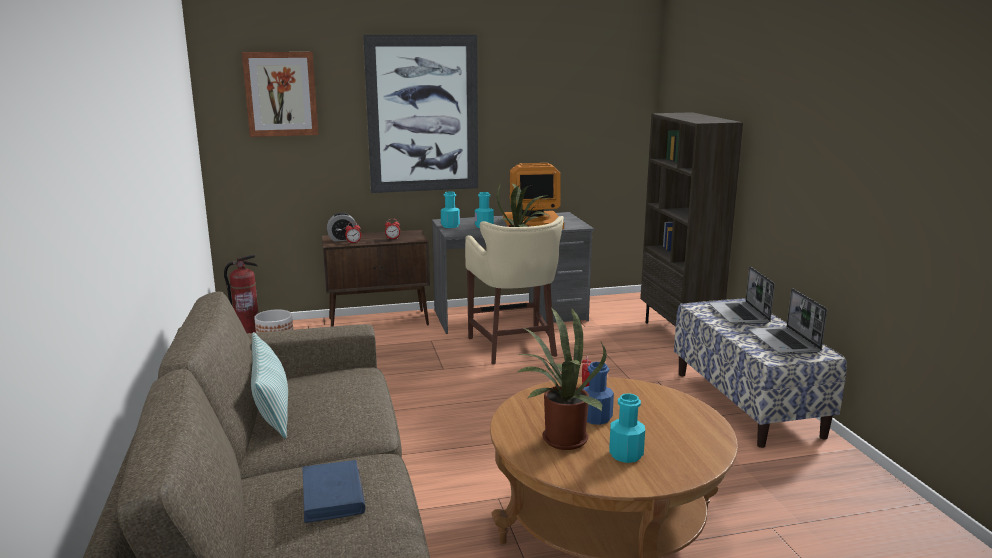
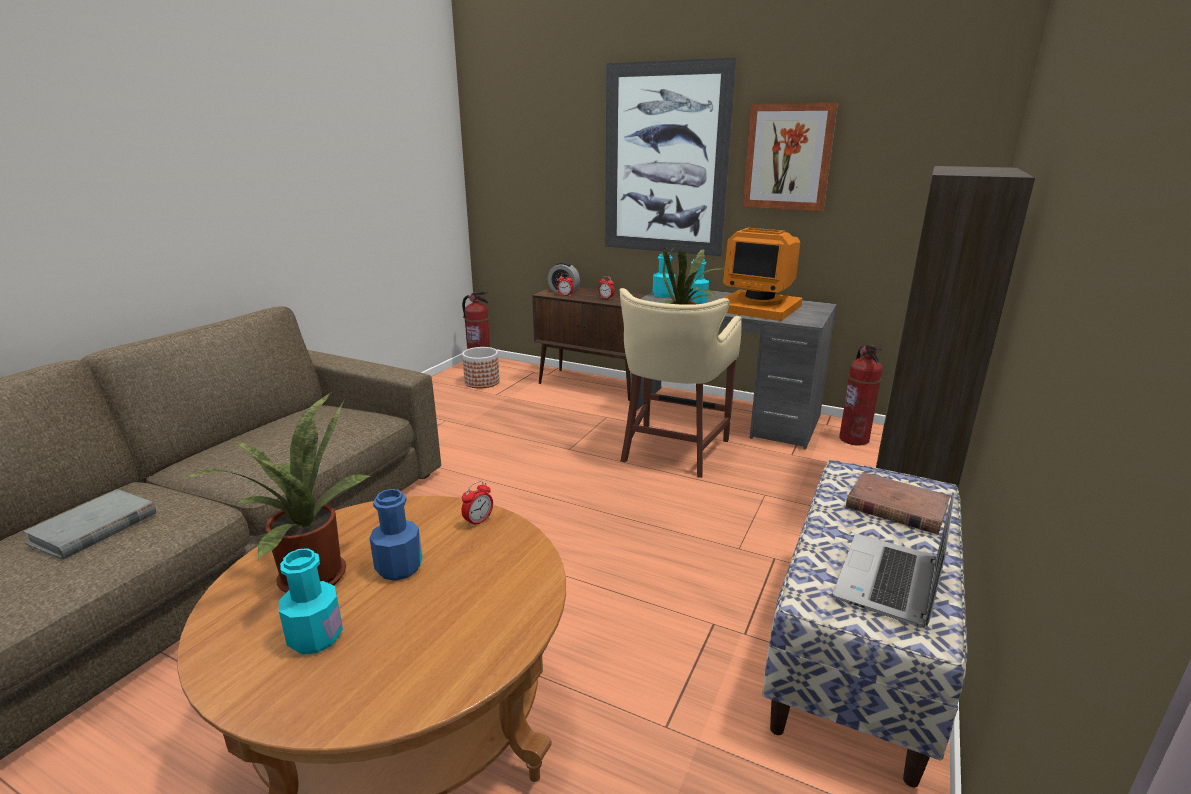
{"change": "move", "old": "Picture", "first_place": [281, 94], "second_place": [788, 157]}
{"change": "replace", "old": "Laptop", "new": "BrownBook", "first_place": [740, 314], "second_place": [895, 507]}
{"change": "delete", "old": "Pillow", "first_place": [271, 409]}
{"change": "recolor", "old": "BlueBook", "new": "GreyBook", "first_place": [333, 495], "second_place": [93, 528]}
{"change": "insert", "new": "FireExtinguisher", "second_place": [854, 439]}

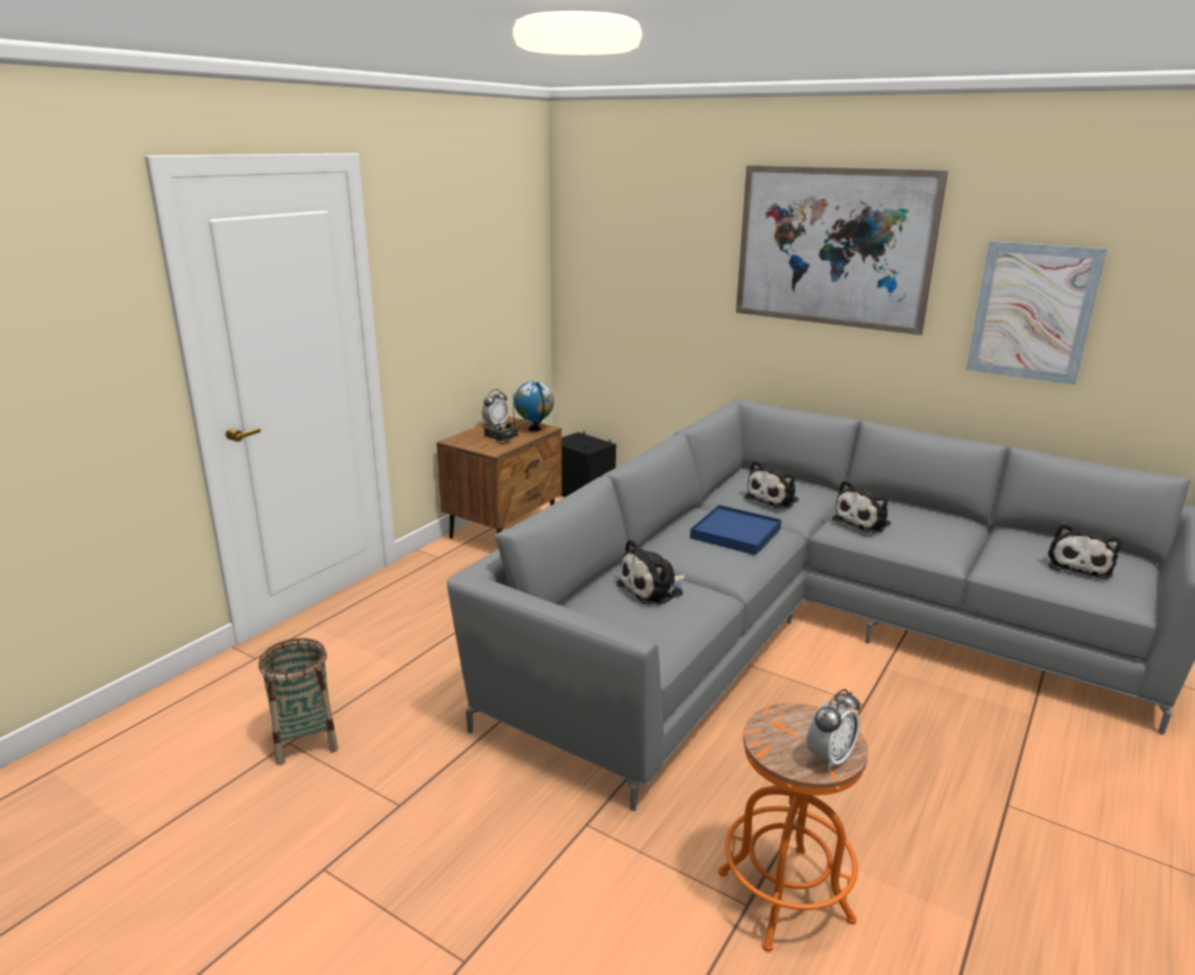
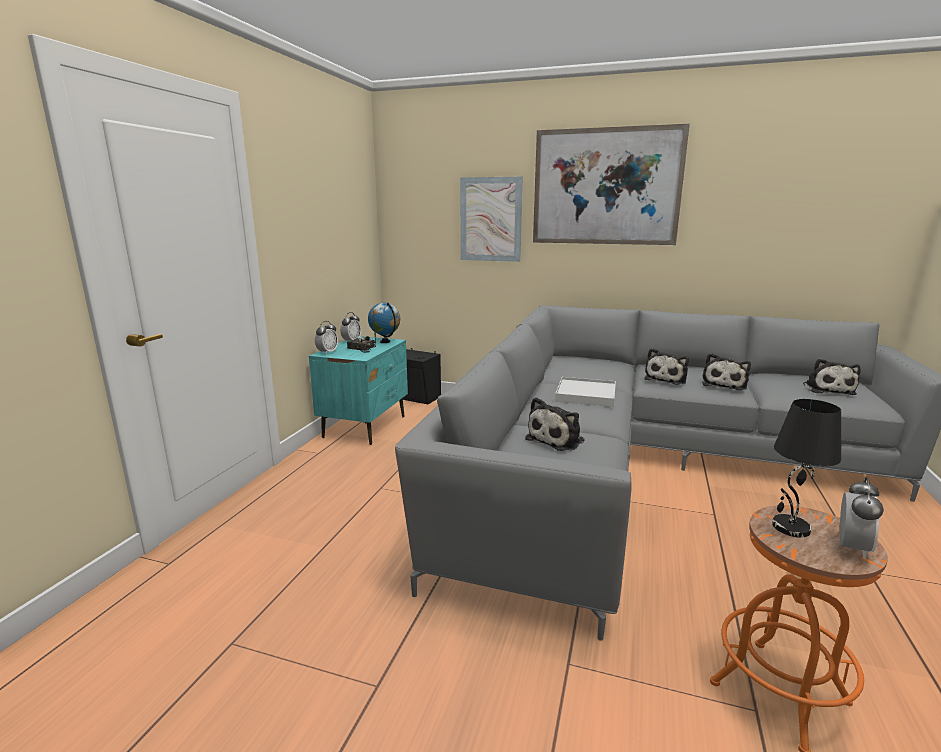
{"change": "move", "old": "Picture", "first_place": [1032, 312], "second_place": [490, 219]}
{"change": "recolor", "old": "BrownNightstand", "new": "TurquoiseNightstand", "first_place": [505, 529], "second_place": [366, 426]}
{"change": "move", "old": "PlushToy", "first_place": [774, 499], "second_place": [724, 384]}
{"change": "recolor", "old": "BlueTray", "new": "WhiteTray", "first_place": [736, 533], "second_place": [586, 395]}
{"change": "delete", "old": "Basket", "first_place": [305, 740]}
{"change": "insert", "new": "AlarmClock", "second_place": [327, 352]}
{"change": "insert", "new": "BlackTableLamp", "second_place": [790, 528]}

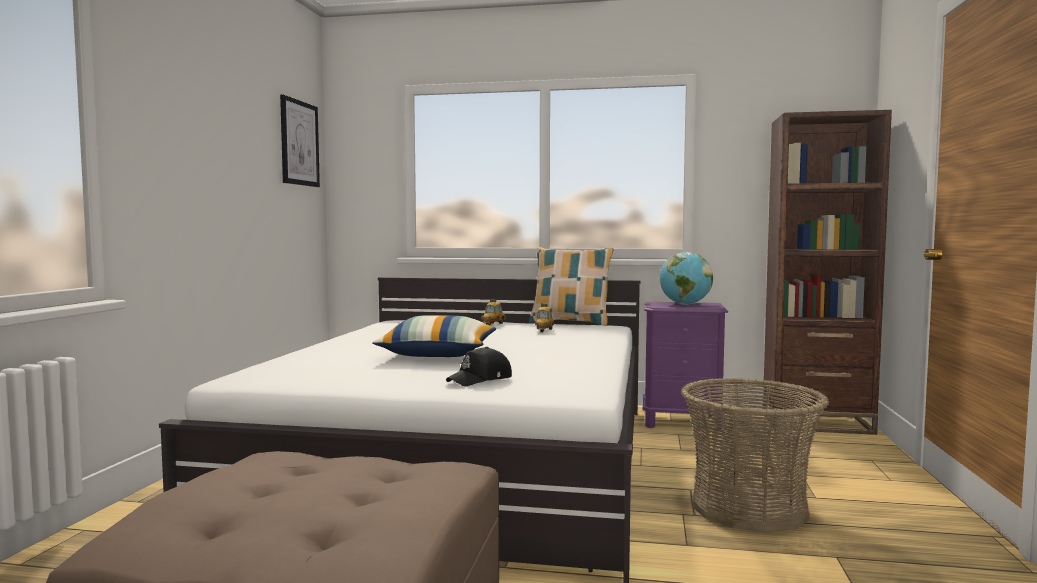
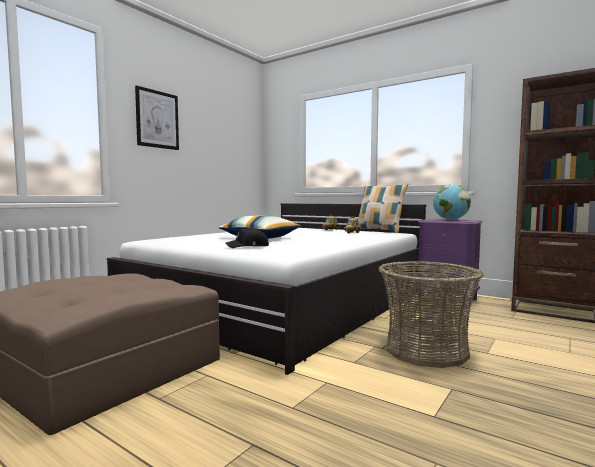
{"change": "move", "old": "Picture", "first_place": [299, 143], "second_place": [157, 119]}

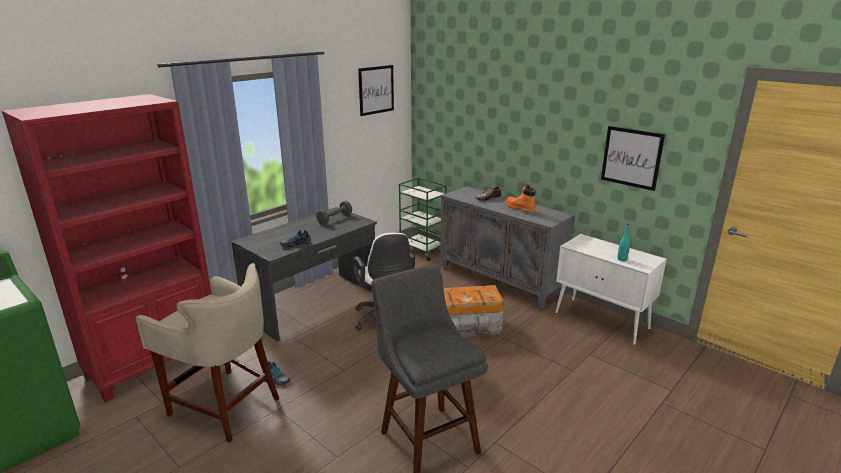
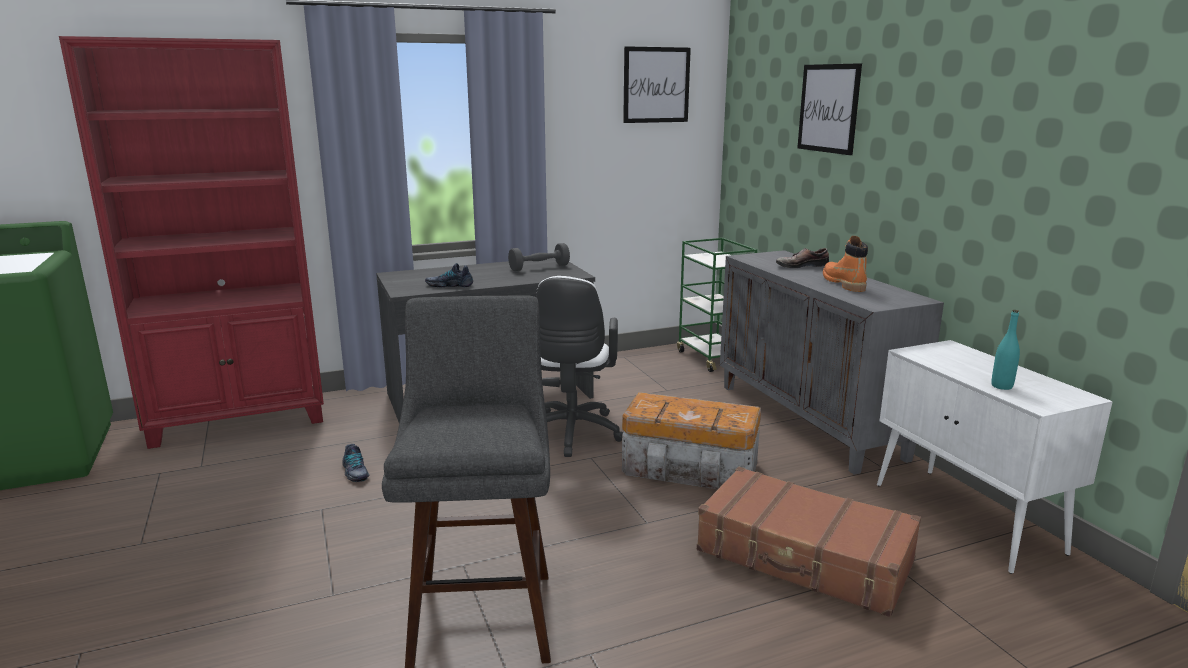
{"change": "move", "old": "Picture", "first_place": [631, 157], "second_place": [828, 108]}
{"change": "delete", "old": "BeigeStool", "first_place": [225, 405]}
{"change": "insert", "new": "BrownSuitcase", "second_place": [804, 557]}

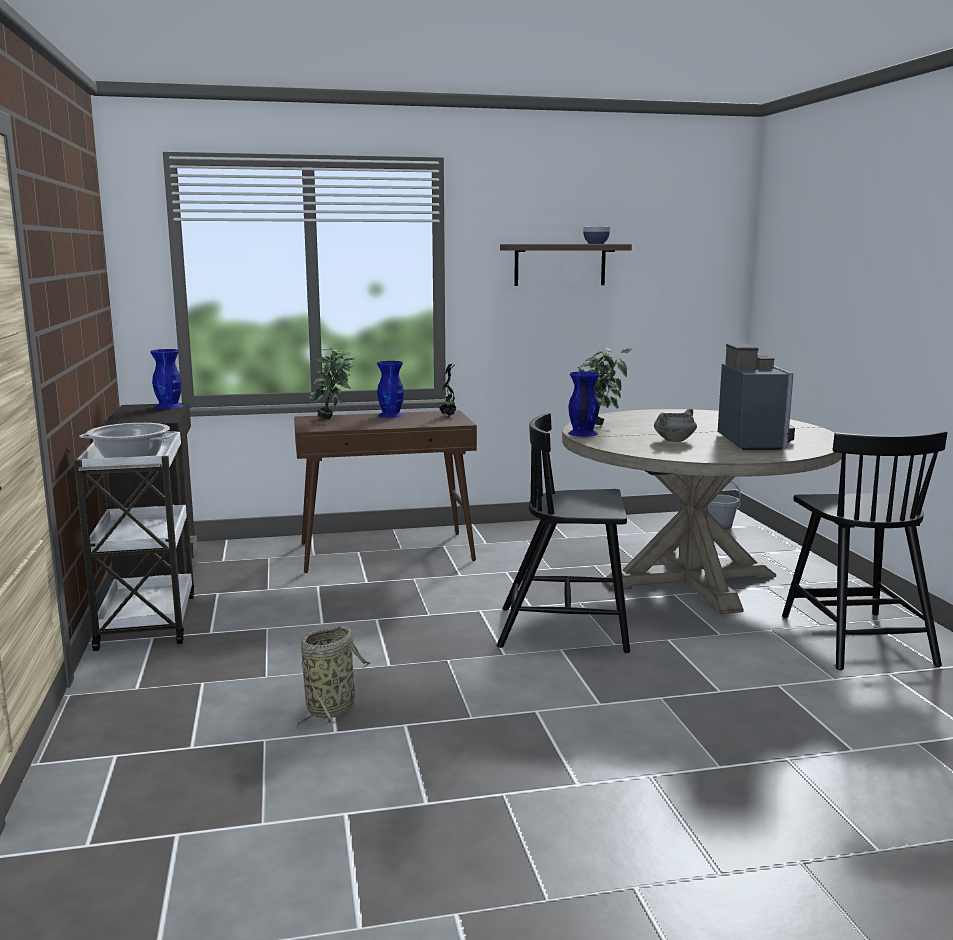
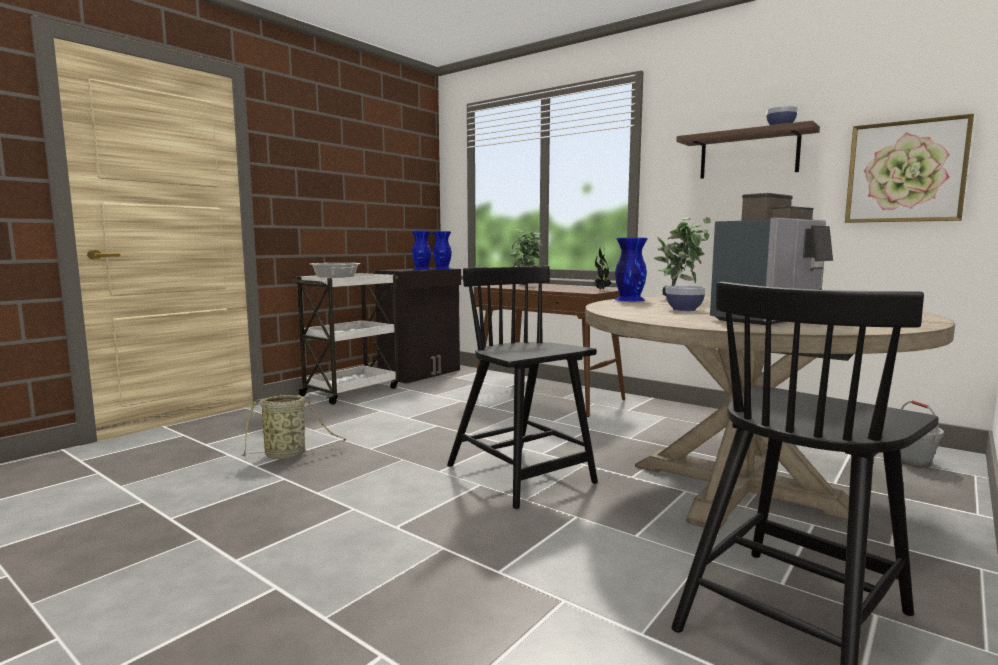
{"change": "move", "old": "BlueVase", "first_place": [391, 415], "second_place": [422, 269]}
{"change": "replace", "old": "GreyCookingPot", "new": "Bowl", "first_place": [674, 441], "second_place": [684, 309]}
{"change": "insert", "new": "Picture", "second_place": [905, 172]}

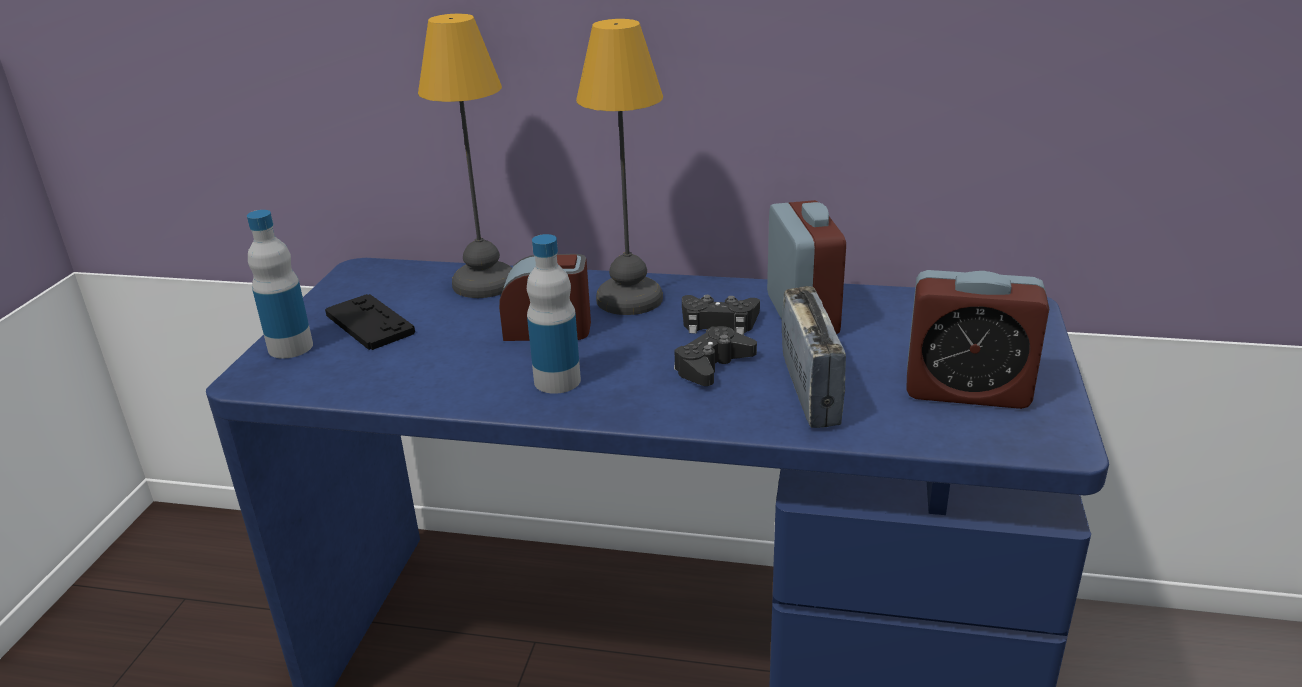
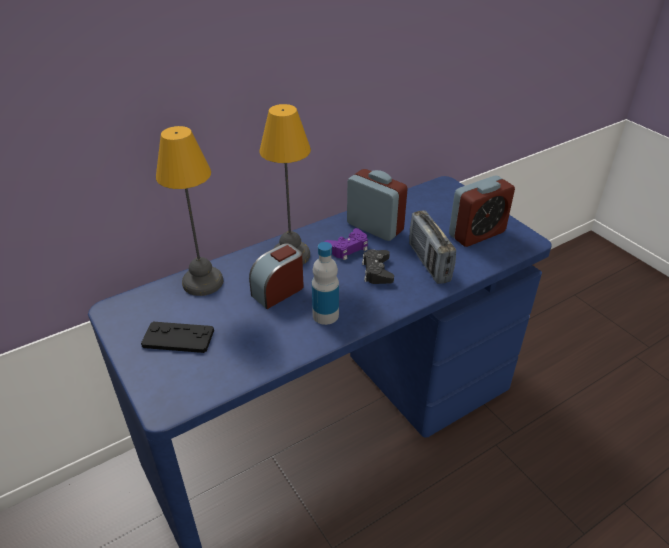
{"change": "delete", "old": "Bottle", "first_place": [290, 347]}
{"change": "rotate", "old": "Radio", "first_place": [810, 391], "second_place": [428, 263], "degrees": -150}
{"change": "recolor", "old": "BlackGameController", "new": "PurpleGameController", "first_place": [718, 322], "second_place": [348, 248]}

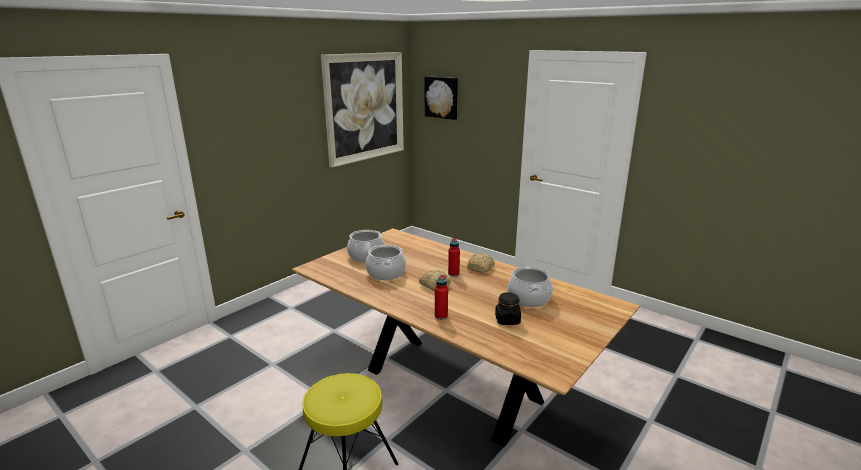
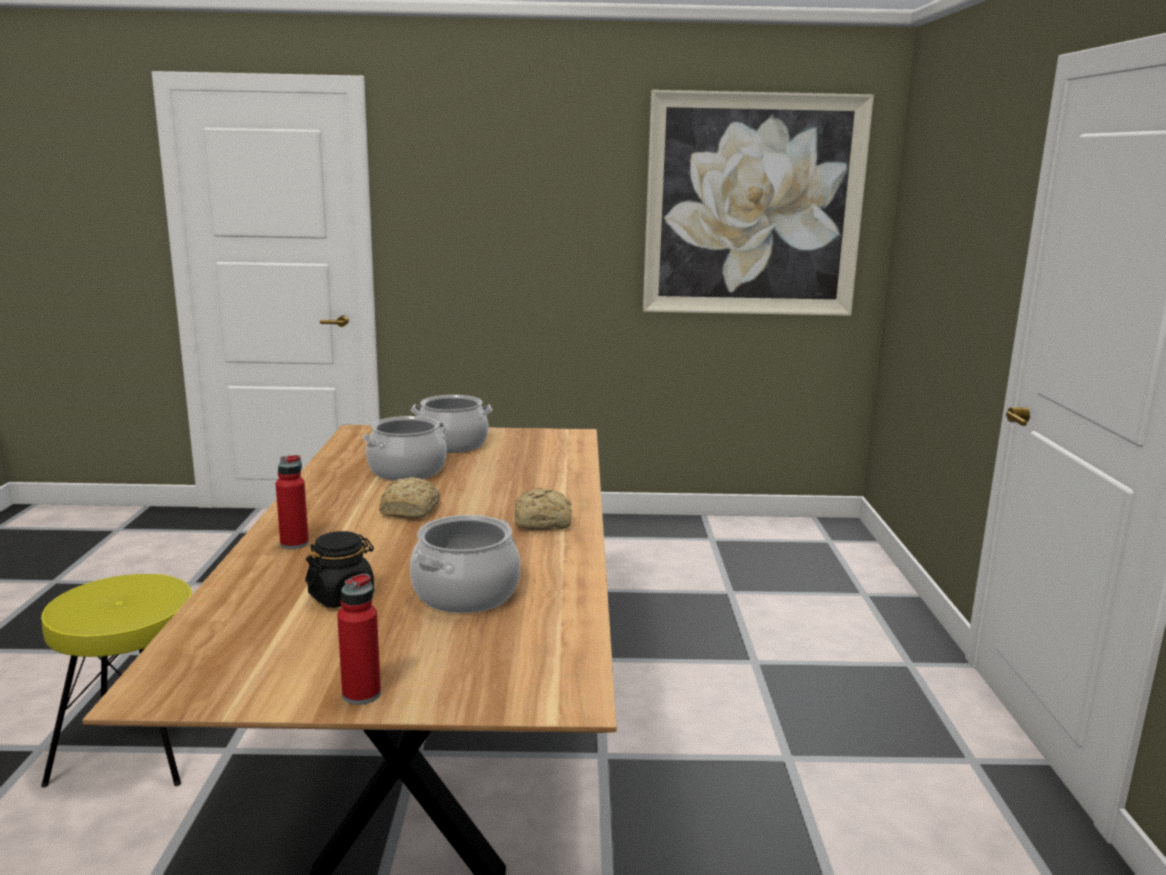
{"change": "delete", "old": "Picture", "first_place": [442, 97]}
{"change": "move", "old": "RedBottle", "first_place": [453, 274], "second_place": [361, 694]}

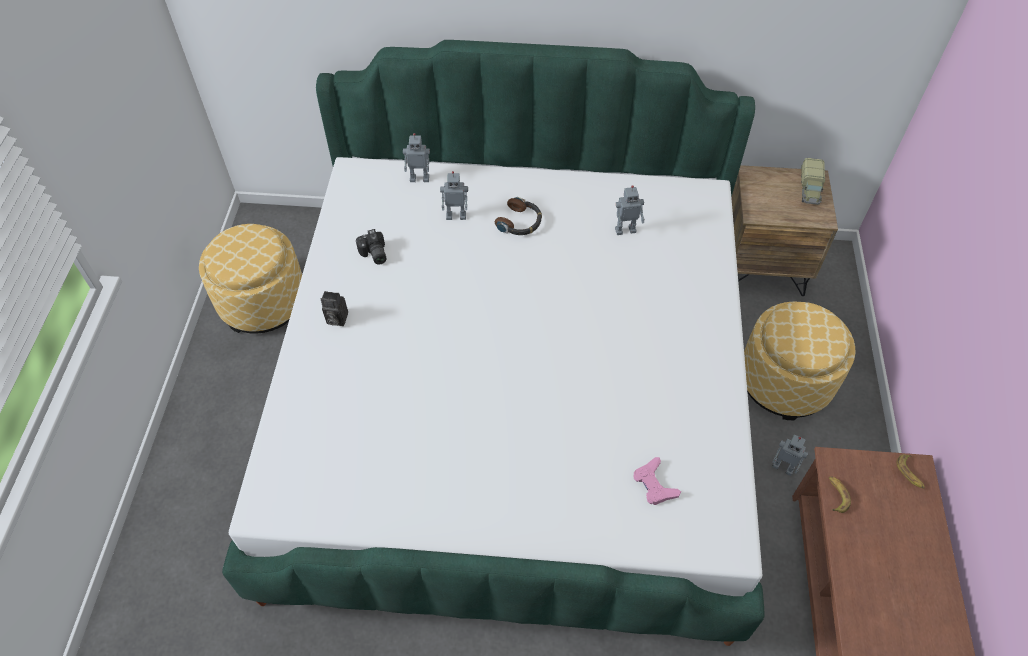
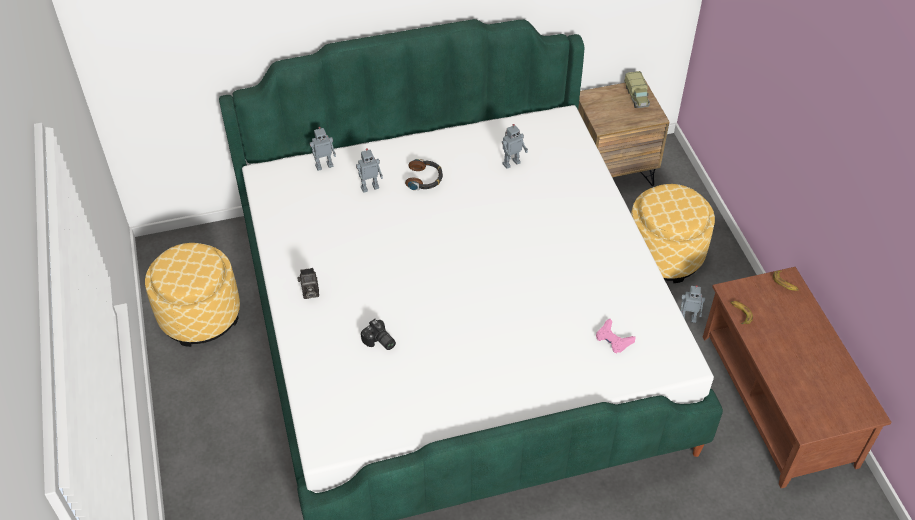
{"change": "move", "old": "PhotoCamera", "first_place": [373, 254], "second_place": [379, 342]}

